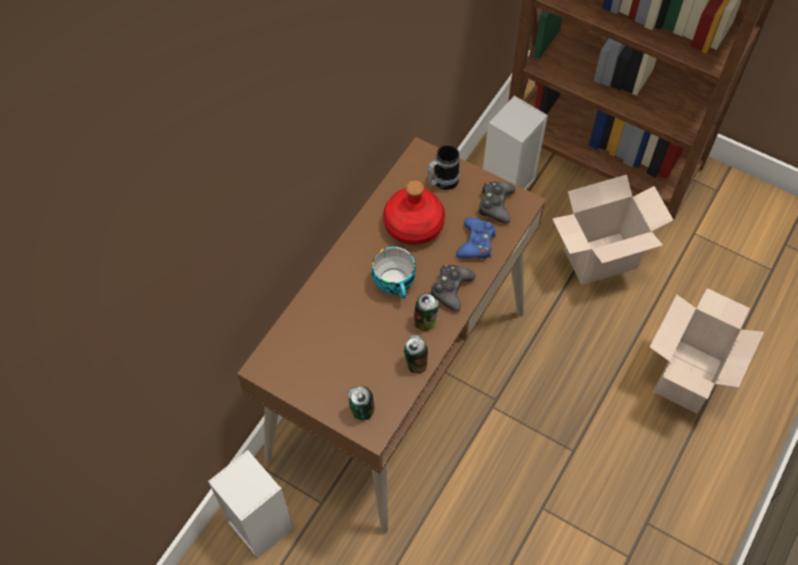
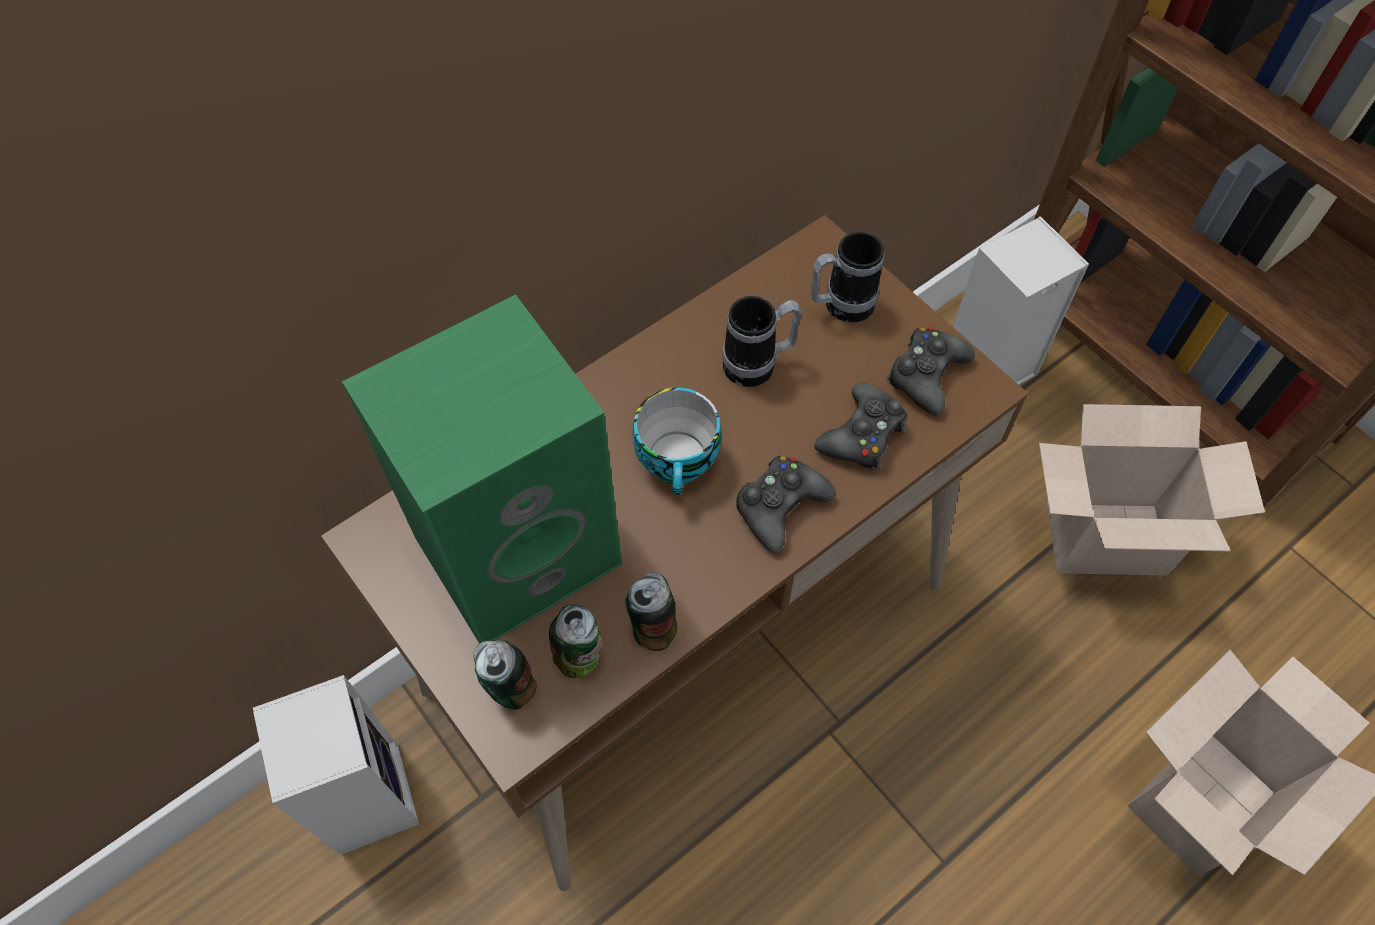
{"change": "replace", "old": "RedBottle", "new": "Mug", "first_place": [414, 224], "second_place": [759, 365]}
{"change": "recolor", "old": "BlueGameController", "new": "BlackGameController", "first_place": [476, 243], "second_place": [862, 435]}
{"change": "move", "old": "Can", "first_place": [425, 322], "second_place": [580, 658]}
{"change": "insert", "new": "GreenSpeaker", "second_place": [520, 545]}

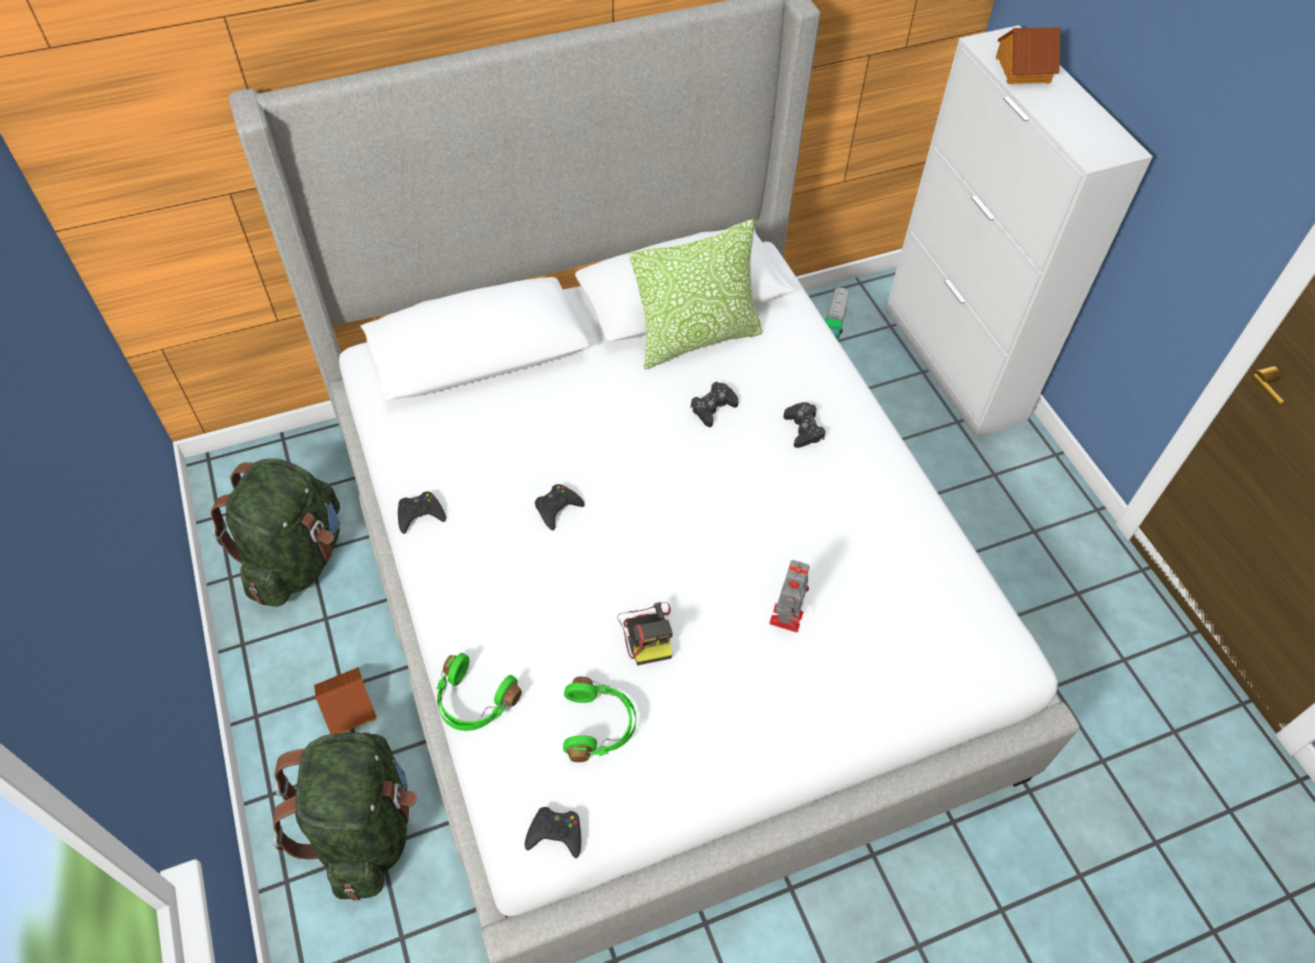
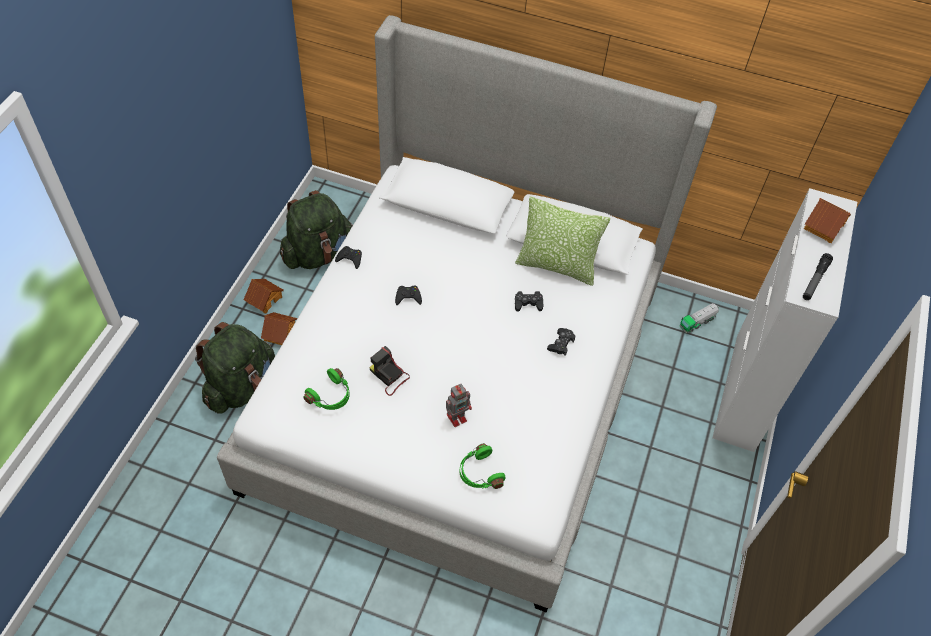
{"change": "rotate", "old": "PhotoCamera", "first_place": [647, 633], "second_place": [389, 376], "degrees": 105}
{"change": "move", "old": "GreenHeadphones", "first_place": [473, 702], "second_place": [479, 473]}
{"change": "delete", "old": "BlackGameController", "first_place": [556, 834]}
{"change": "insert", "new": "Flashlight", "second_place": [815, 280]}
{"change": "insert", "new": "ToyHouse", "second_place": [264, 299]}

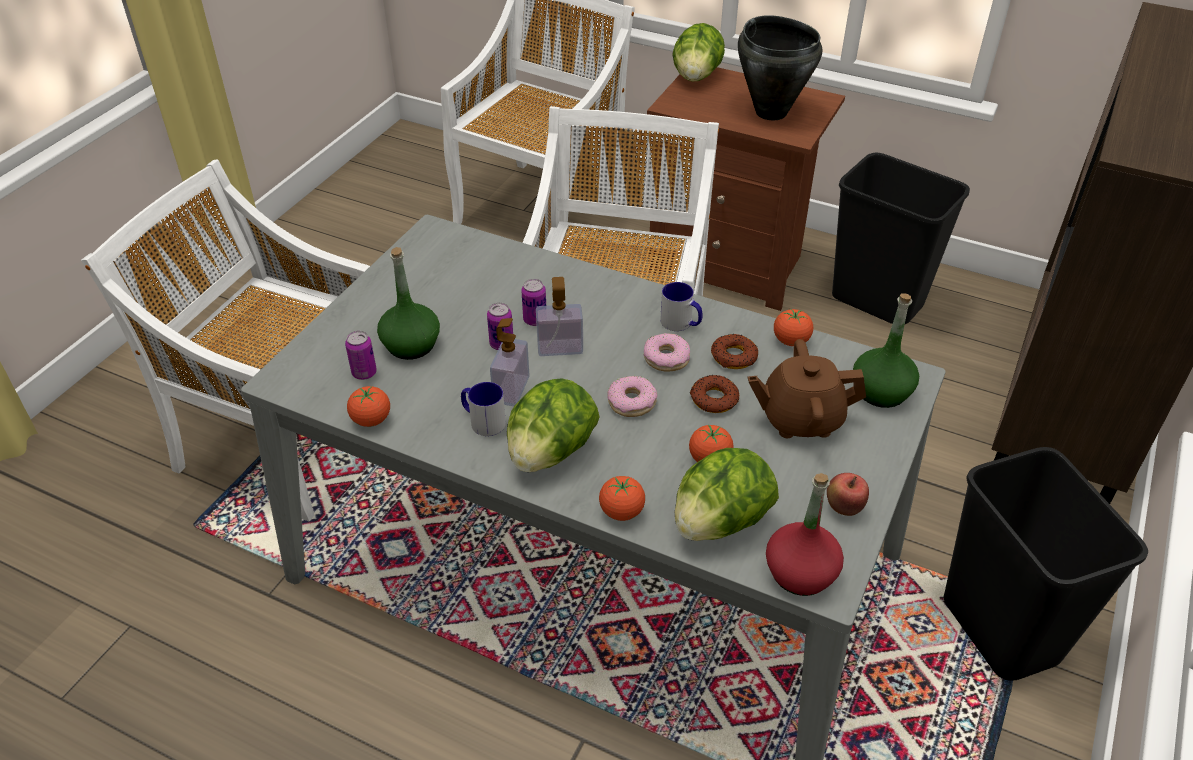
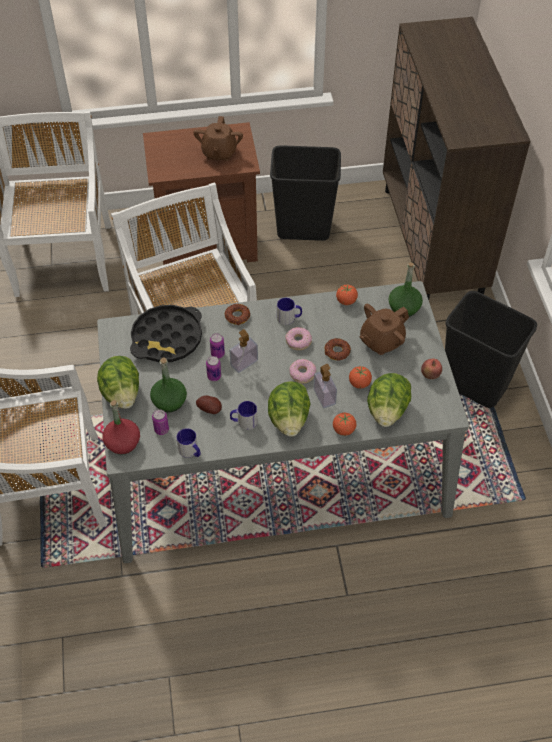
{"change": "replace", "old": "BlackCookingPot", "new": "BrownTeapot", "first_place": [771, 112], "second_place": [219, 153]}
{"change": "move", "old": "Lettuce", "first_place": [696, 76], "second_place": [122, 394]}
{"change": "move", "old": "SoapDispenser", "first_place": [511, 389], "second_place": [324, 397]}
{"change": "move", "old": "Donut", "first_place": [734, 356], "second_place": [237, 316]}
{"change": "replace", "old": "Tomato", "new": "Mug", "first_place": [371, 420], "second_place": [190, 451]}
{"change": "move", "old": "RedBottle", "first_place": [800, 572], "second_place": [122, 443]}
{"change": "insert", "new": "BlackTray", "second_place": [167, 338]}
{"change": "insert", "new": "Potato", "second_place": [210, 409]}

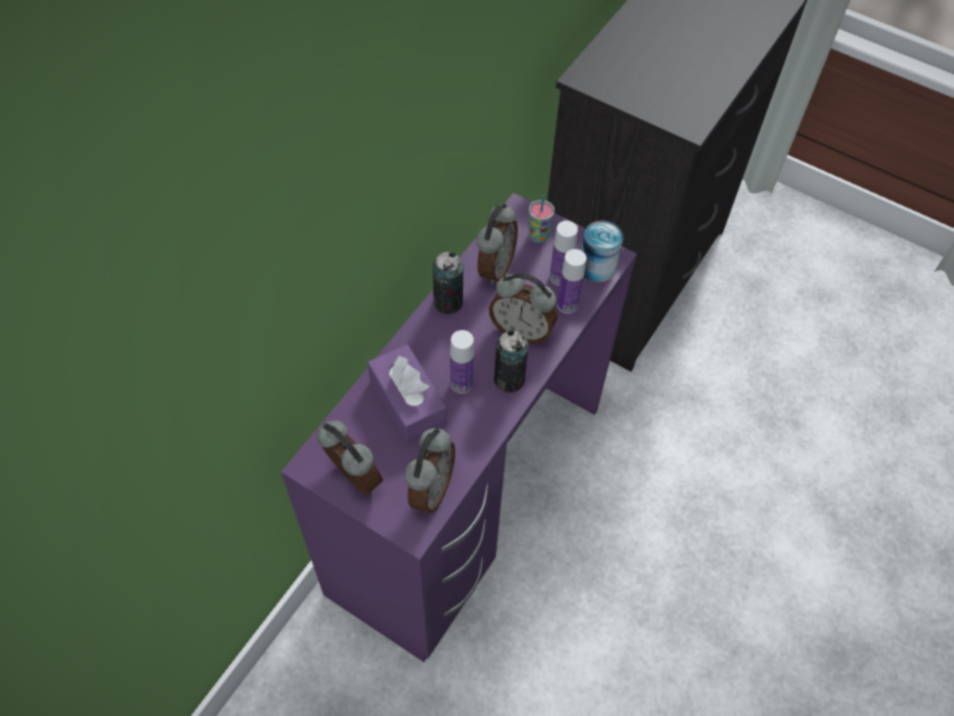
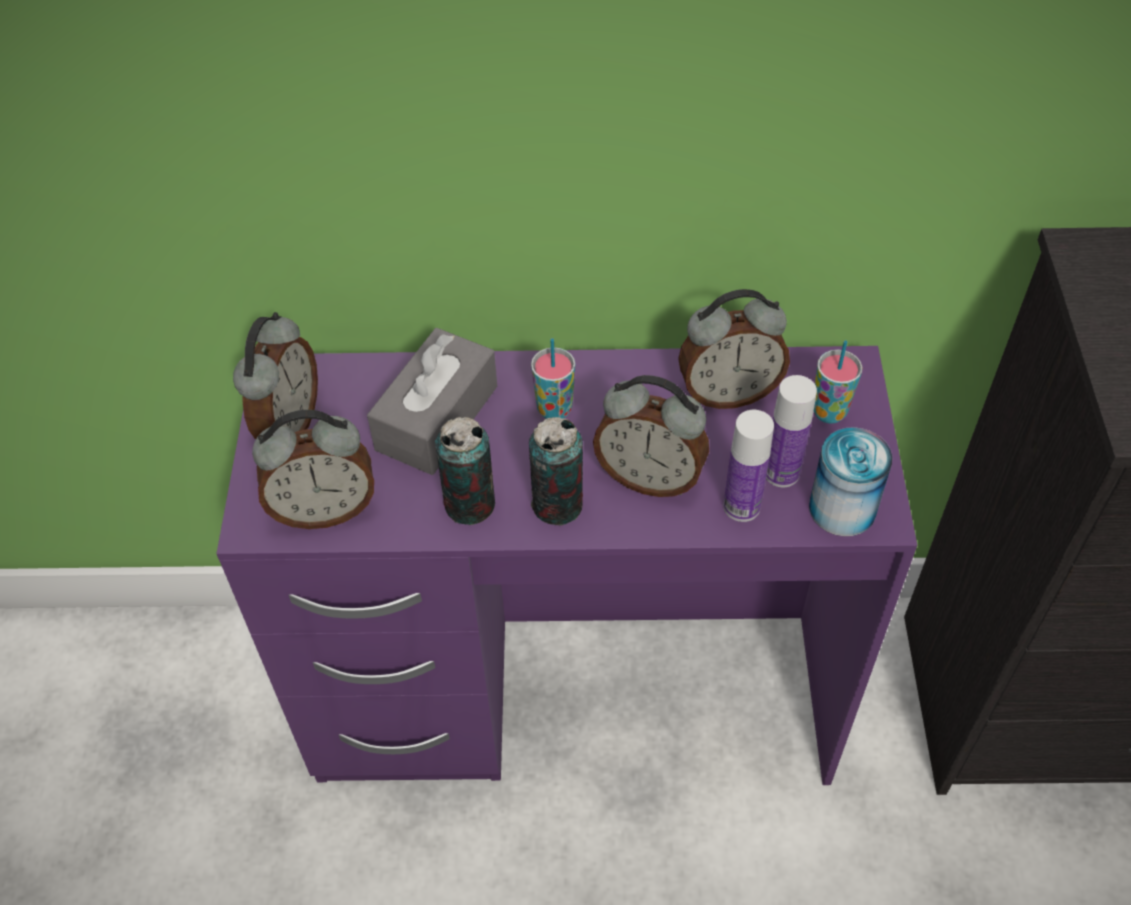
{"change": "move", "old": "Can", "first_place": [448, 302], "second_place": [470, 504]}
{"change": "rotate", "old": "AlarmClock", "first_place": [522, 331], "second_place": [650, 477], "degrees": -60}
{"change": "delete", "old": "Bottle", "first_place": [461, 383]}
{"change": "recolor", "old": "PurpleTissueBox", "new": "GreyTissueBox", "first_place": [408, 402], "second_place": [437, 418]}
{"change": "insert", "new": "Cup", "second_place": [554, 409]}

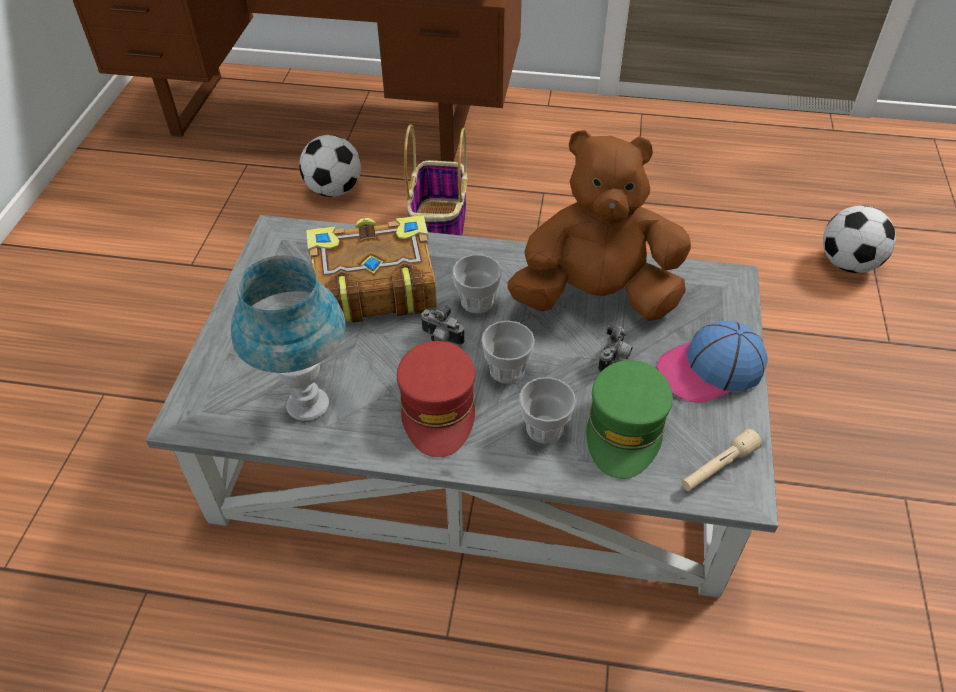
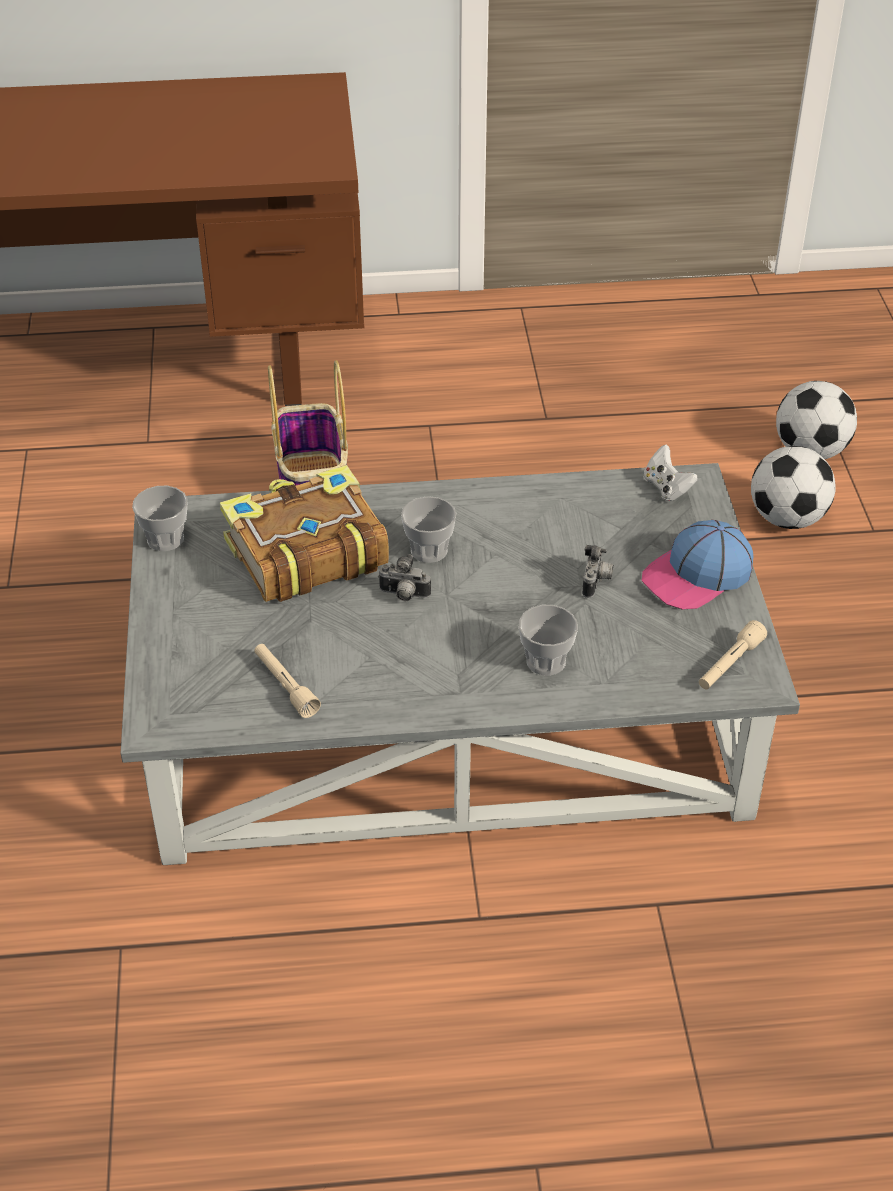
{"change": "delete", "old": "BrownPlushToy", "first_place": [596, 297]}
{"change": "move", "old": "Football", "first_place": [334, 190], "second_place": [787, 518]}
{"change": "replace", "old": "BlueTableLamp", "new": "BeigeFlashlight", "first_place": [307, 405], "second_place": [285, 686]}
{"change": "move", "old": "Cup", "first_place": [507, 370], "second_place": [165, 539]}
{"change": "delete", "old": "RedCap", "first_place": [438, 407]}
{"change": "delete", "old": "GreenCap", "first_place": [625, 428]}
{"change": "insert", "new": "WhiteGameController", "second_place": [666, 487]}

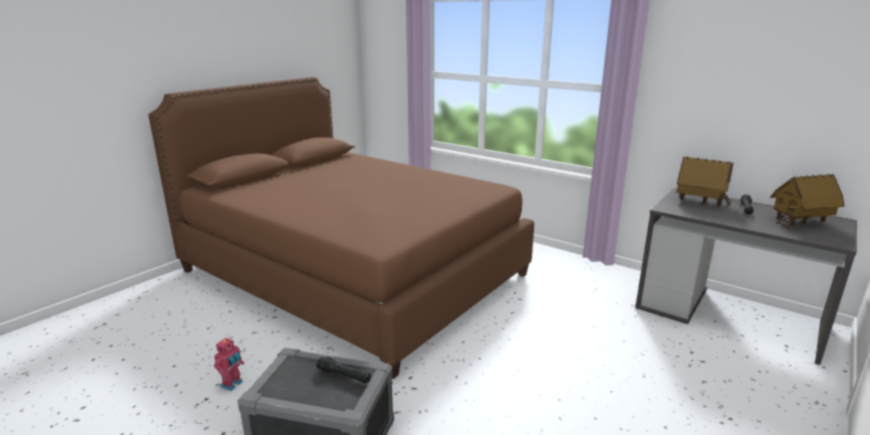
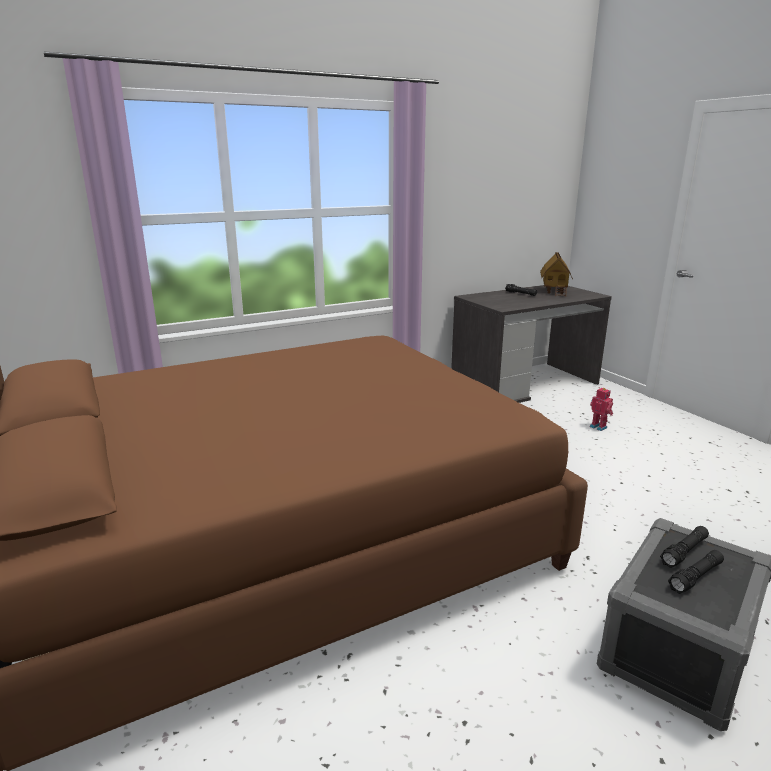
{"change": "delete", "old": "ToyHouse", "first_place": [700, 201]}
{"change": "move", "old": "ToyRobot", "first_place": [232, 384], "second_place": [599, 427]}
{"change": "insert", "new": "BlackFlashlight", "second_place": [695, 577]}

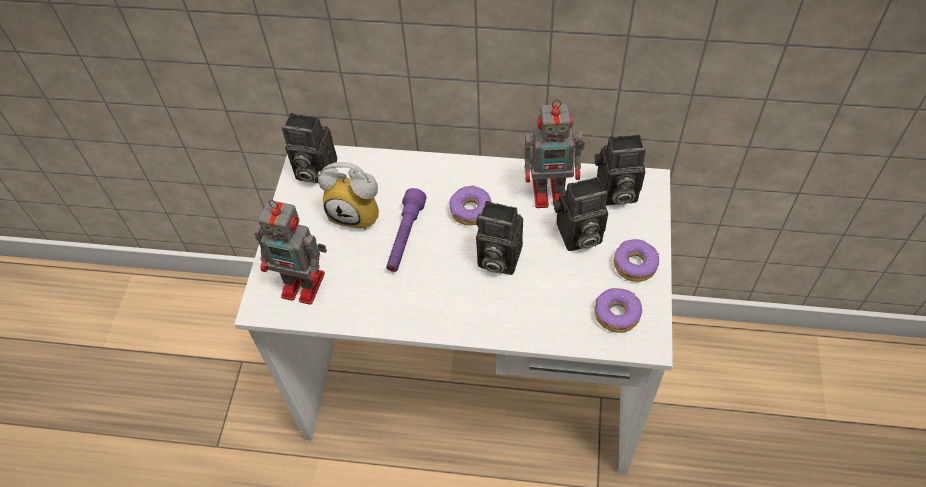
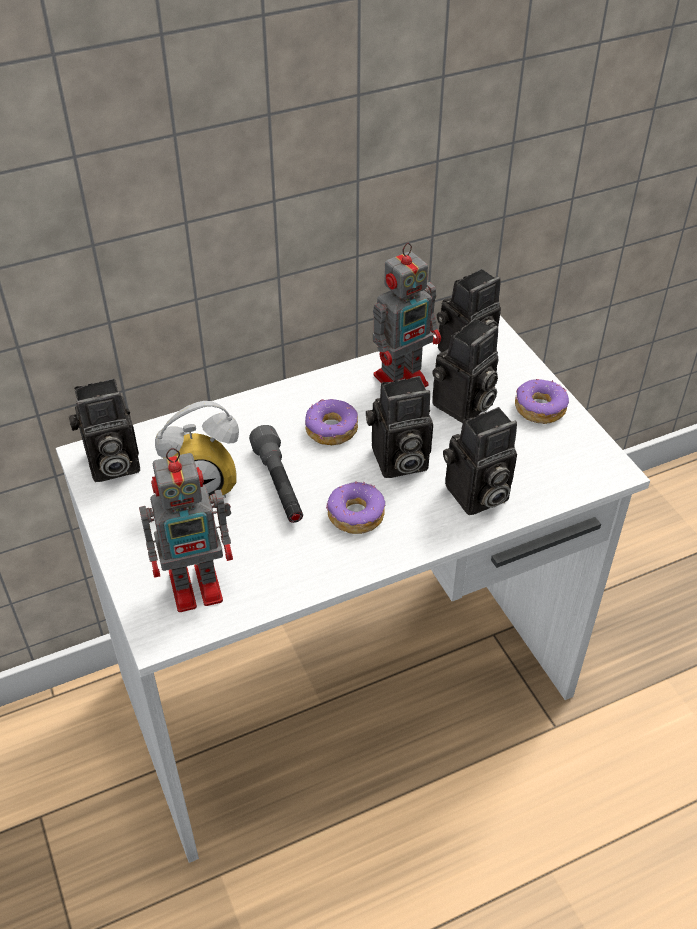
{"change": "recolor", "old": "PurpleFlashlight", "new": "GreyFlashlight", "first_place": [405, 237], "second_place": [279, 485]}
{"change": "move", "old": "Donut", "first_place": [616, 314], "second_place": [355, 515]}
{"change": "insert", "new": "PhotoCamera", "second_place": [476, 496]}

